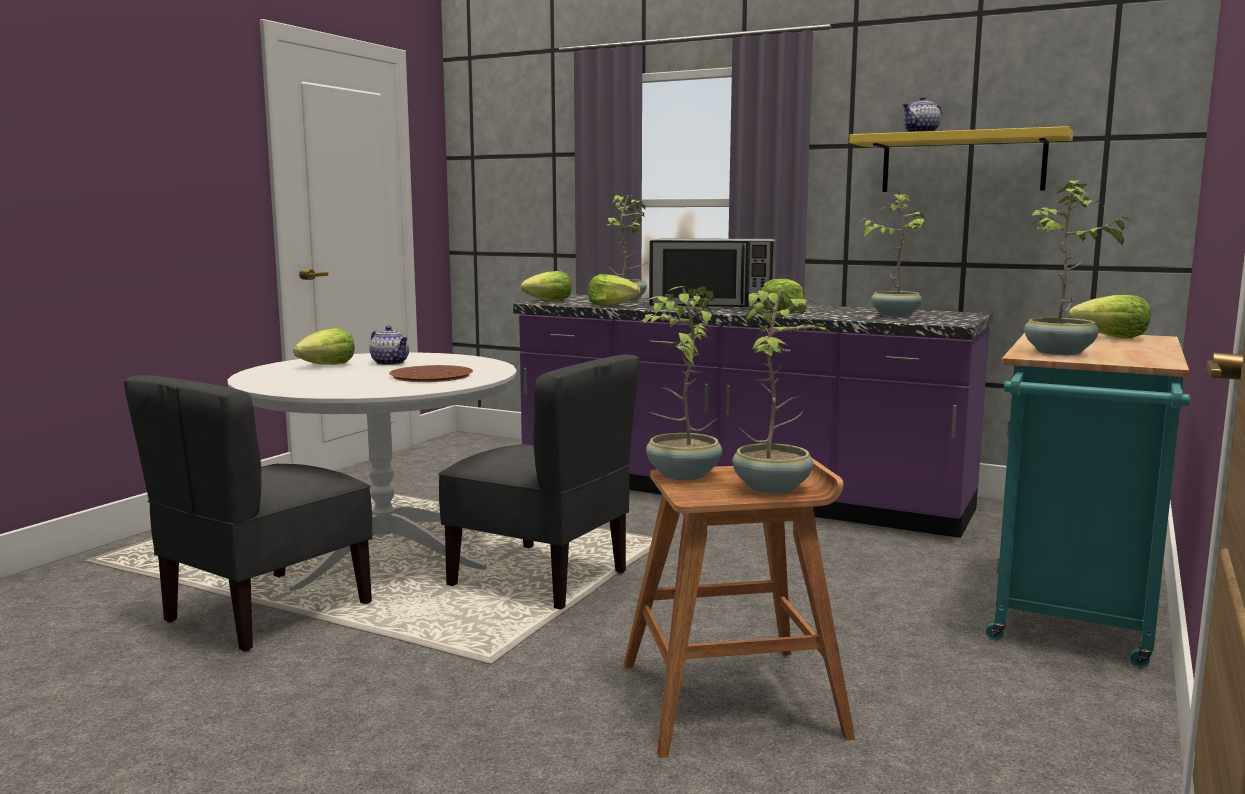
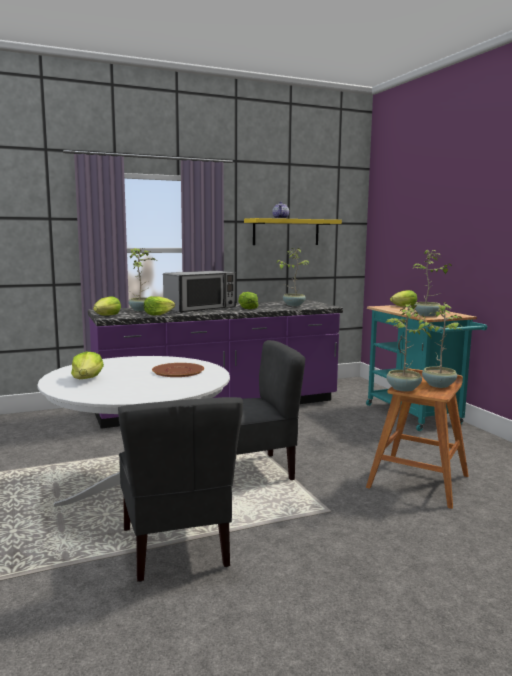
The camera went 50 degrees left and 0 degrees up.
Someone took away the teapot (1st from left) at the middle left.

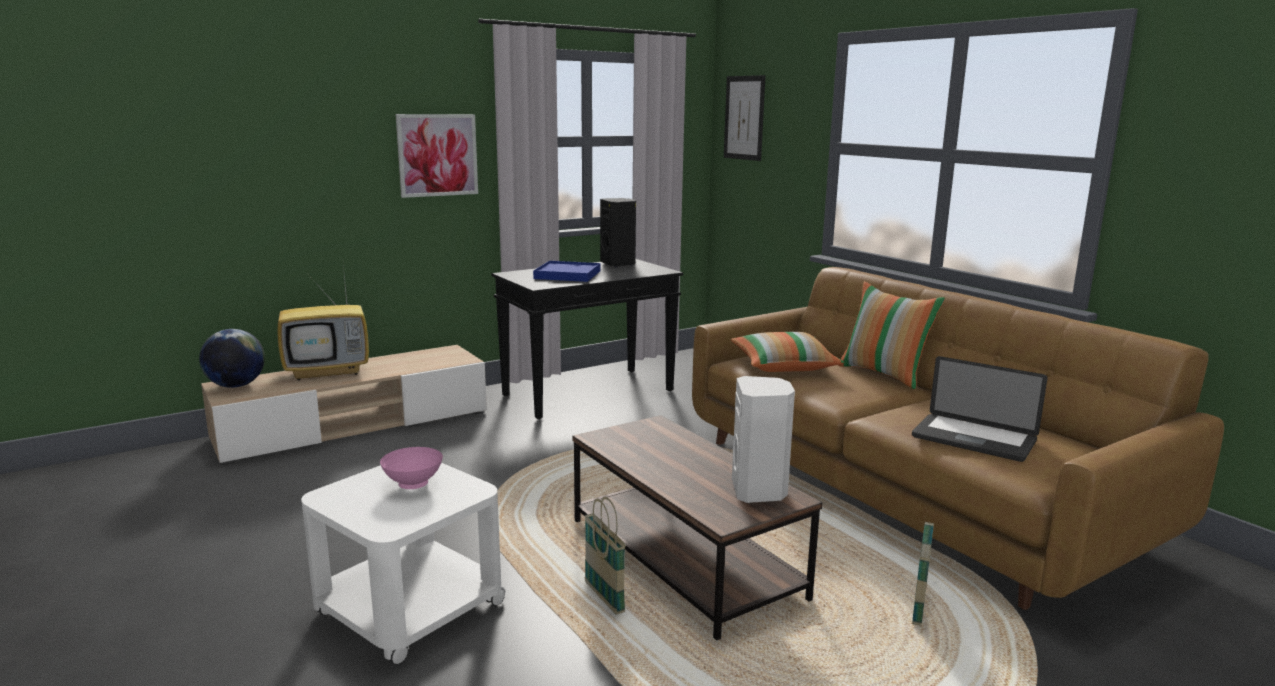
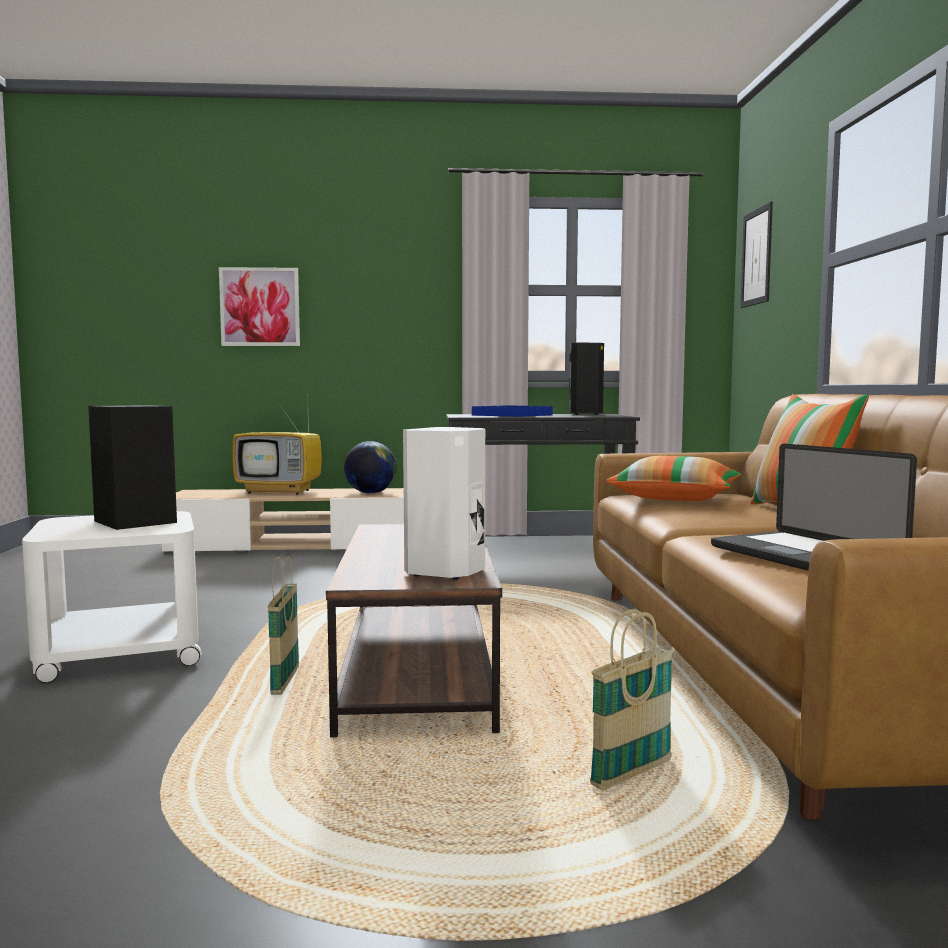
The camera went 30 degrees right and 10 degrees down.
Someone carried the picture (1st from left) from the top centre to the top left.
Someone carried the world globe from the middle left to the centre.
Someone swapped the pinkish bowl at the bottom left for the black-coloured audio speaker (1st from left) at the middle left.

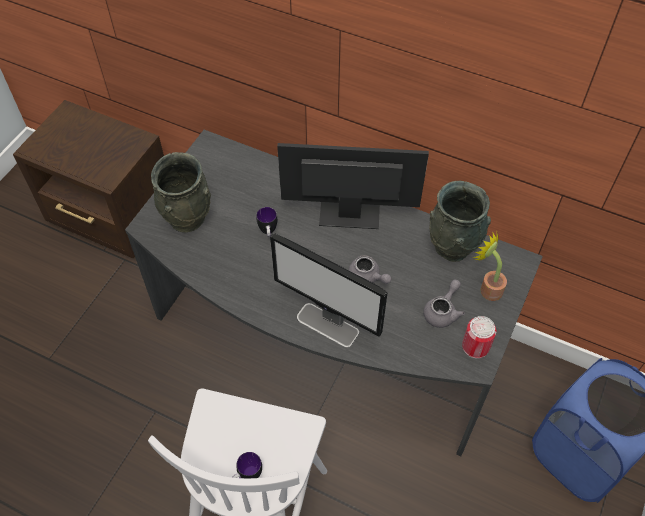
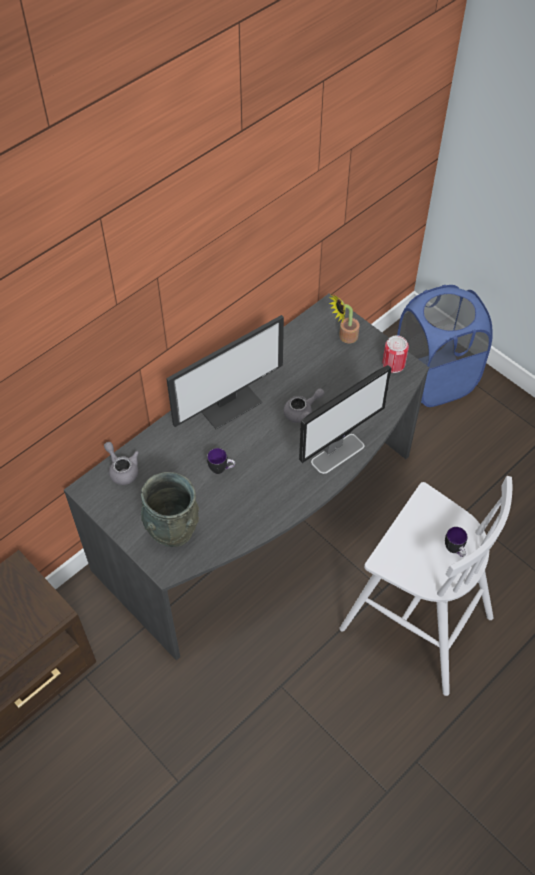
The camera went 70 degrees left and 0 degrees up.
Someone rotated the computer screen (2nd from left in the first image) at the centre by 150 degrees counterclockwise.
Someone took away the grey vase (2nd from left) at the middle right.
Someone carried the grey teapot (2nd from left in the first image) from the middle right to the middle left.

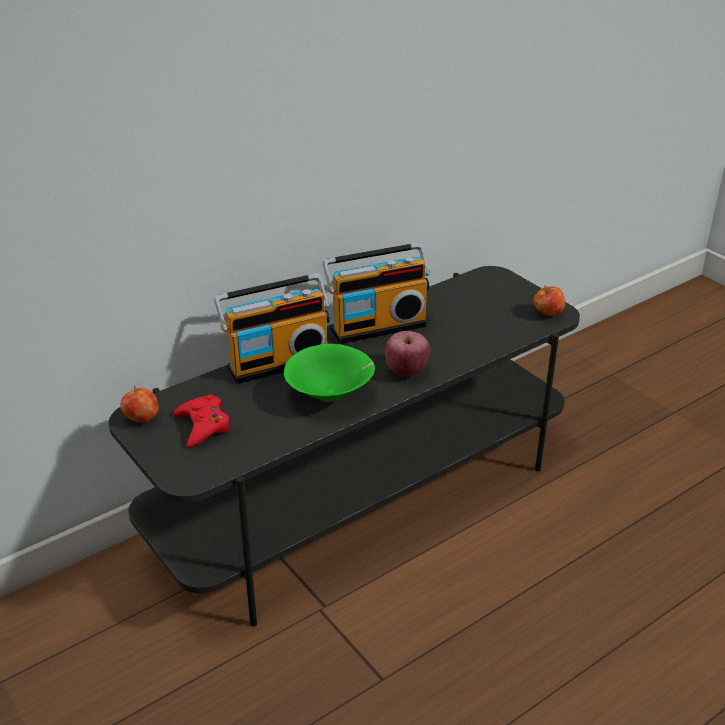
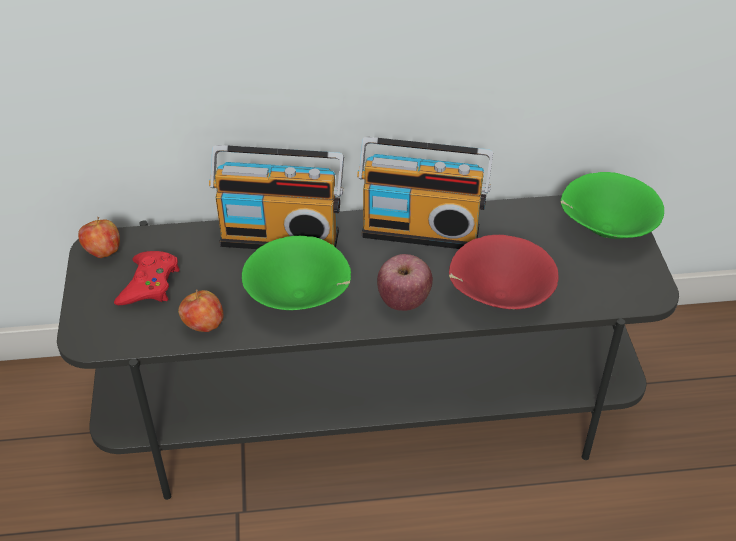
The camera went 30 degrees right and 10 degrees up.
Someone carried the apple (3rd from left in the first image) from the middle right to the middle left.
Someone put down the green bowl (2nd from left) at the middle right.
Someone put down the red-coloured bowl at the middle right.

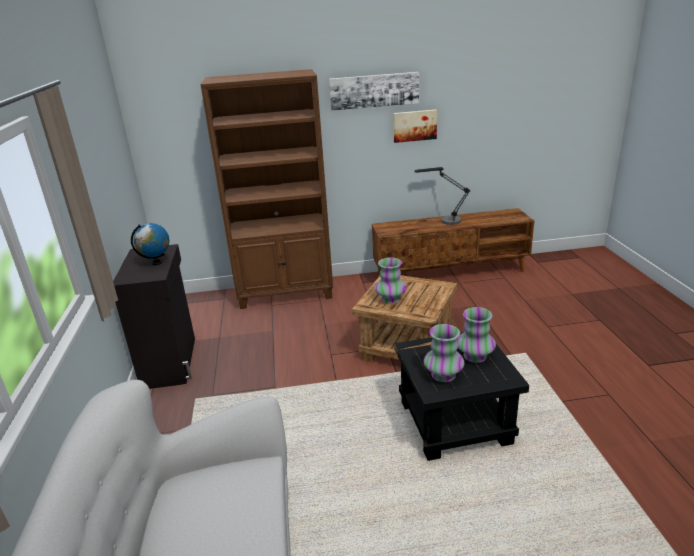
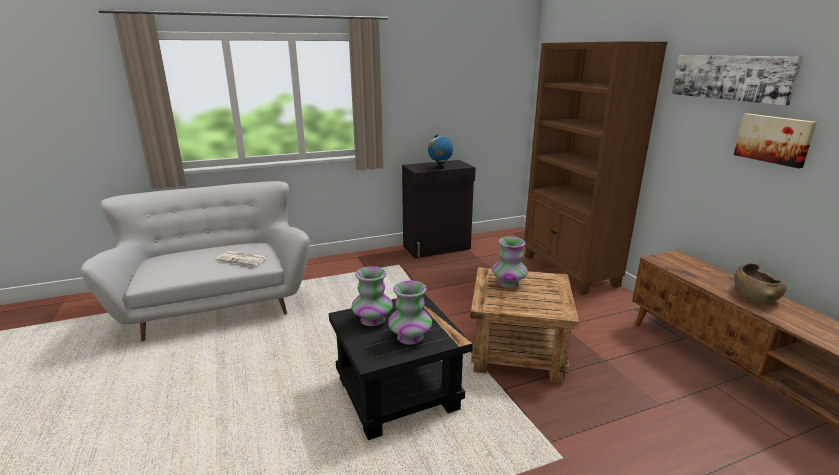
The camera went 75 degrees right and 5 degrees down.
Someone swapped the tabletop lamp at the centre for the brownish bowl at the middle right.
Someone put down the printed paper at the middle left.

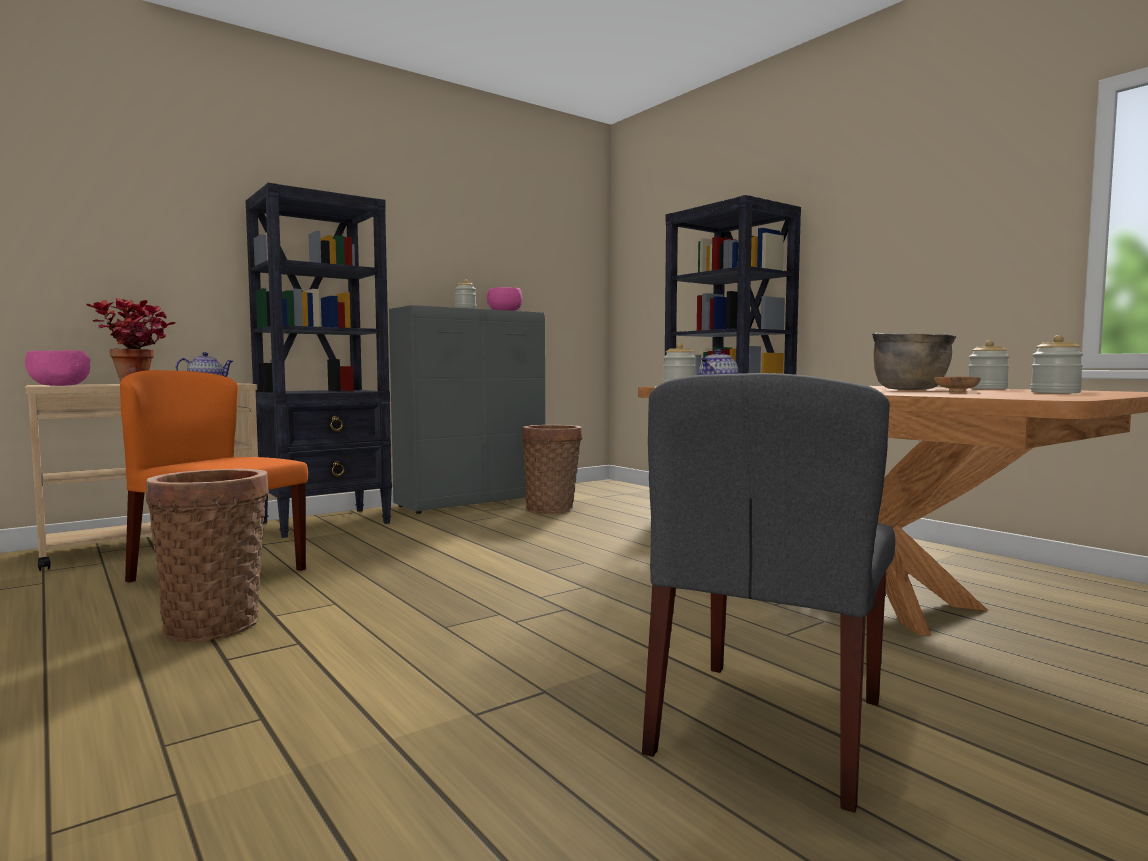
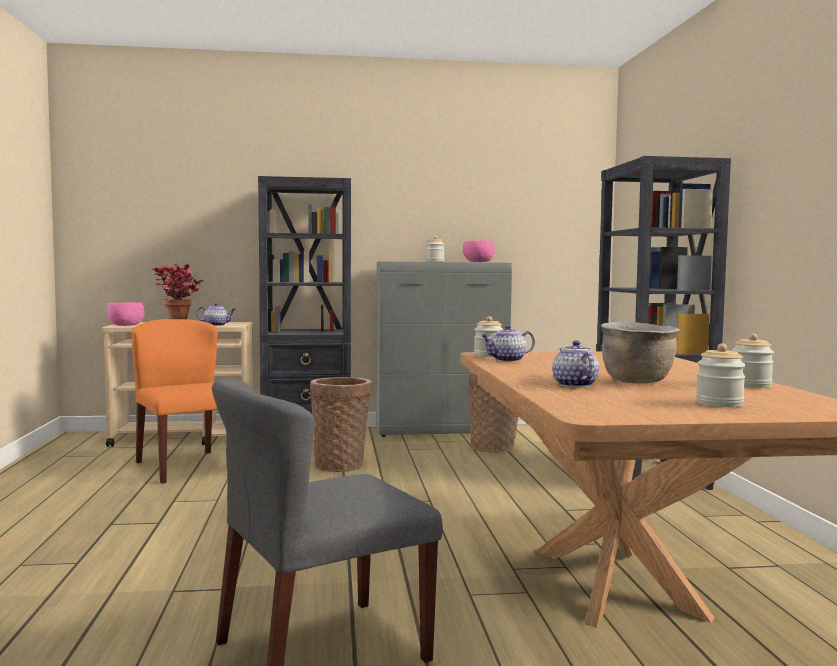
The camera went 30 degrees right and 0 degrees up.
Someone took away the brownish bowl at the middle right.
Someone carried the storage basket (1st from left) from the middle left to the centre.
Someone put down the teapot (3rd from left) at the middle right.

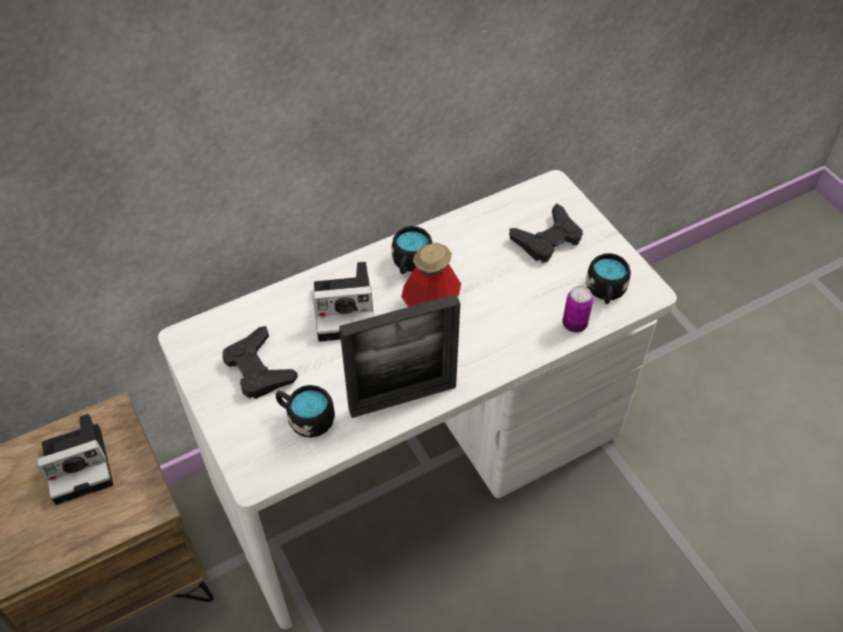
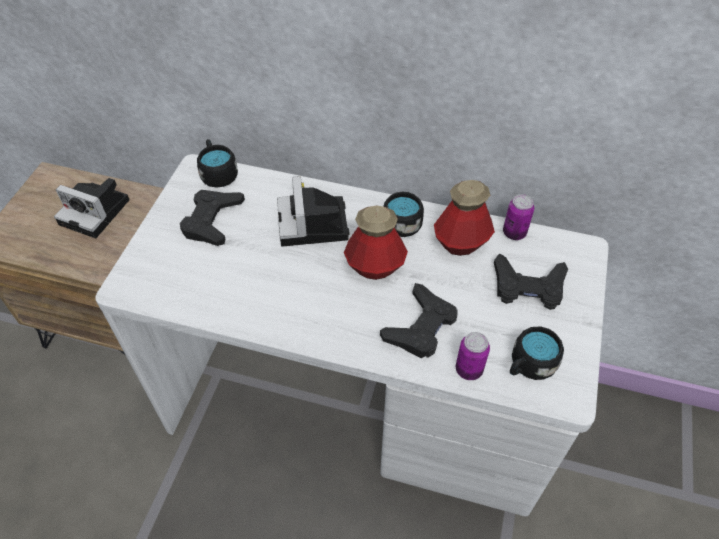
The camera went 45 degrees right and 0 degrees up.
Someone rotated the photo camera (2nd from left) at the centre by 45 degrees clockwise.
Someone took away the photo frame at the centre.
Someone carried the black-coloured coffee mug (1st from left) from the centre to the top left.
Someone put down the bottle (2nd from left) at the centre.
Someone put down the can (2nd from left) at the middle right.
Someone put down the black-coloured game controller (2nd from left) at the centre.

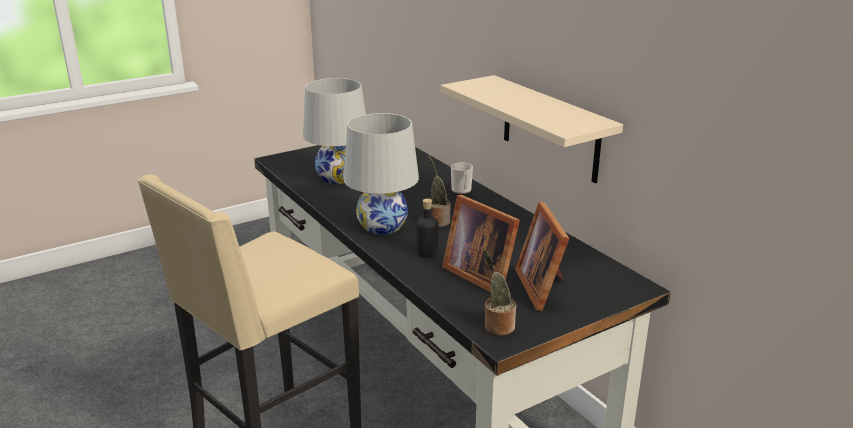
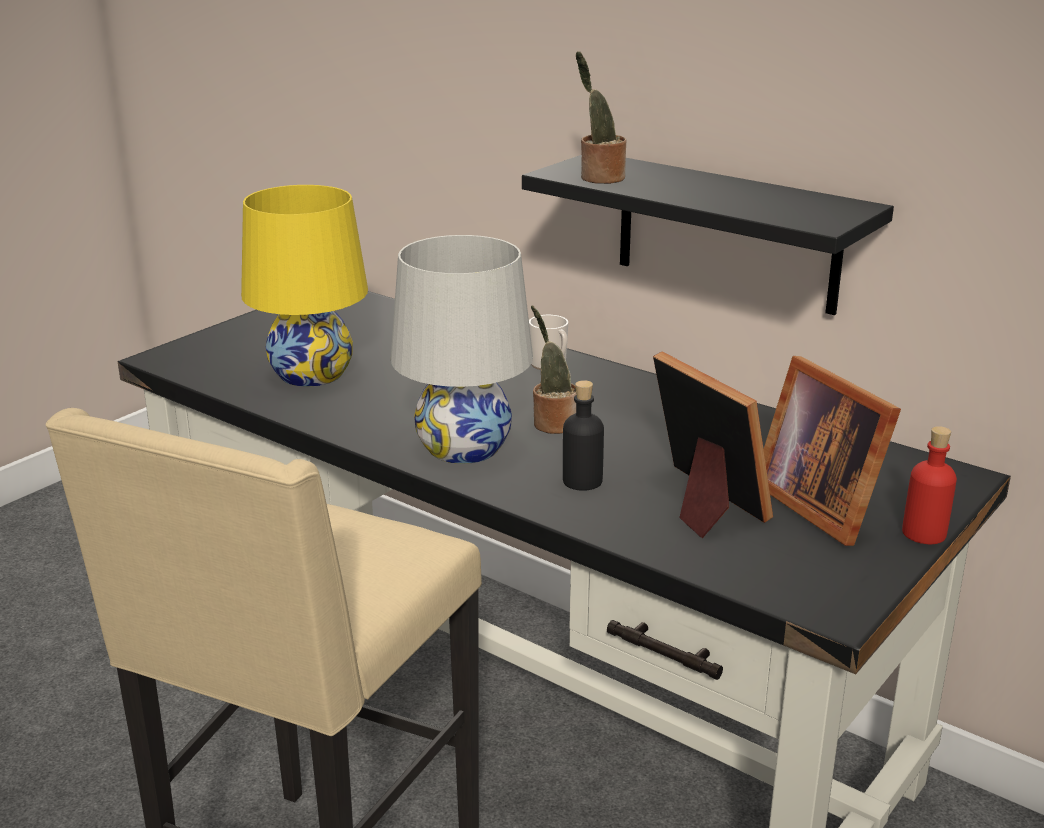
The camera went 20 degrees left and 0 degrees up.
Someone repainted the beige wall shelf at the top centre, which became the black-coloured wall shelf at the top right.
Someone repainted the white-coloured tabletop lamp (1st from left) at the top centre, which became the yellow tabletop lamp at the middle left.
Someone rotated the photo frame (1st from left) at the centre by 150 degrees counterclockwise.
Someone carried the potted plant (2nd from left) from the bottom centre to the top centre.
Someone put down the red-coloured bottle at the middle right.

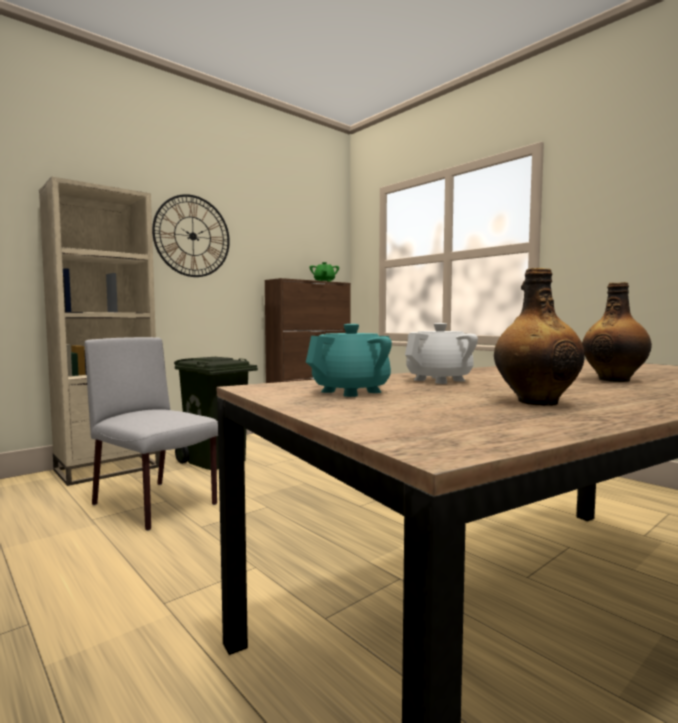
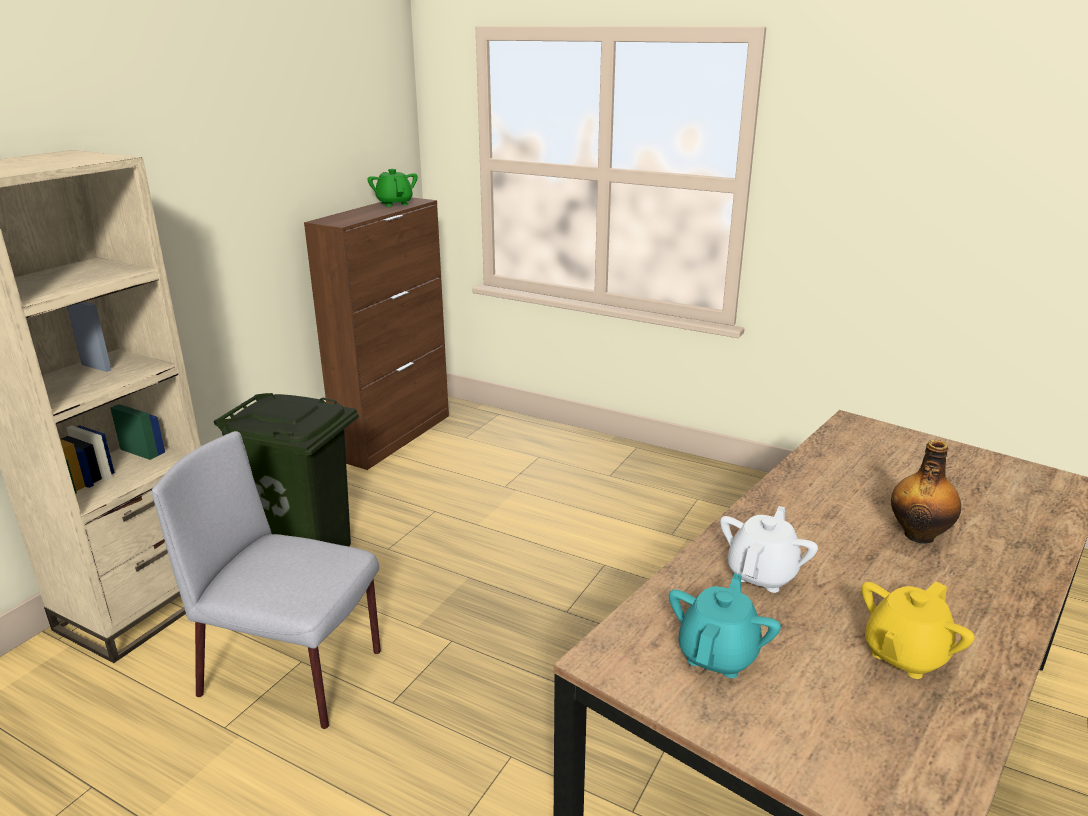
The camera went 20 degrees left and 20 degrees up.
Someone took away the clock on the wall at the top left.
Someone swapped the bottle (1st from left) at the middle right for the yellow teapot at the bottom right.

